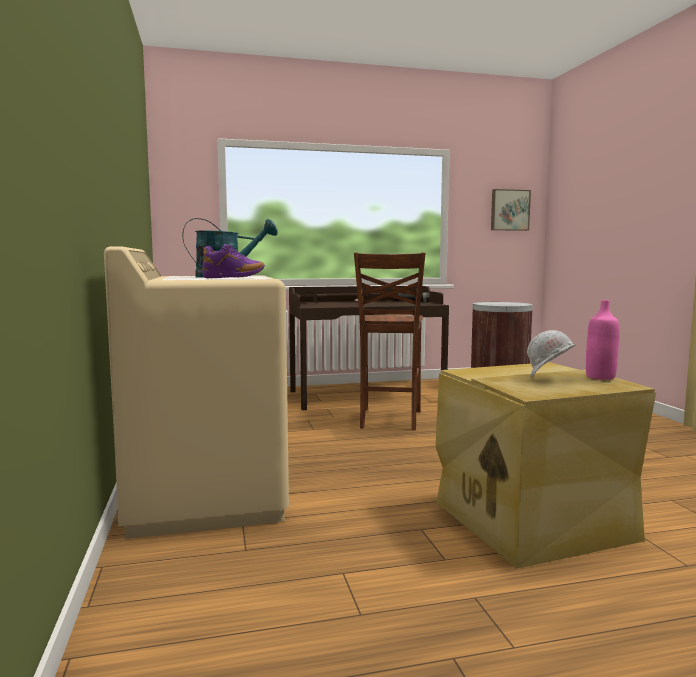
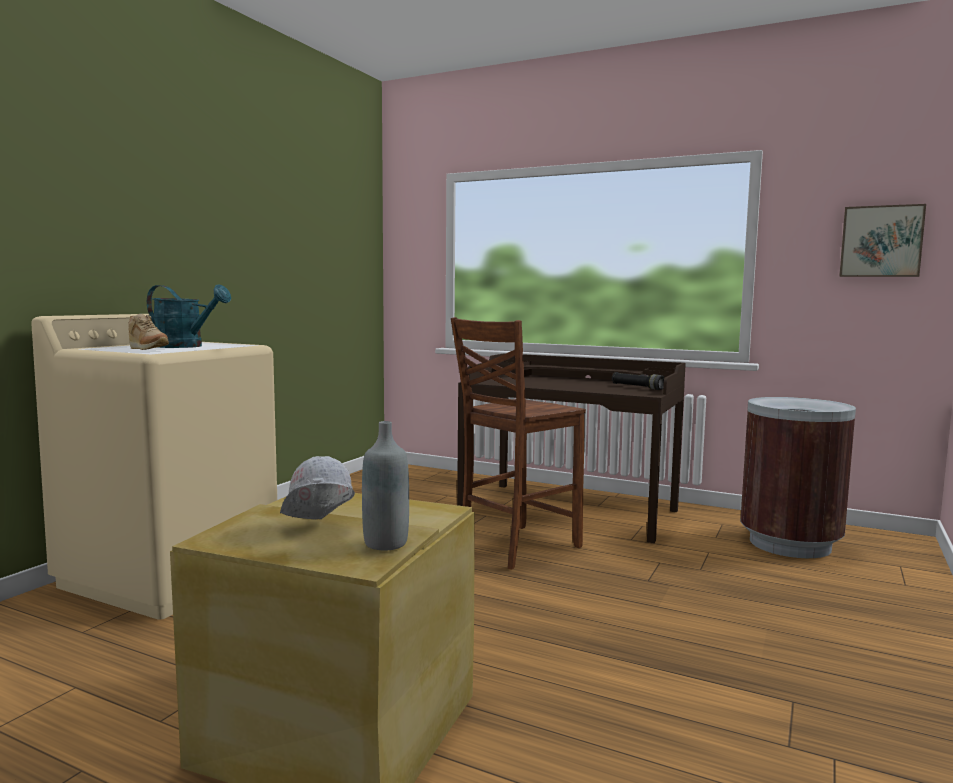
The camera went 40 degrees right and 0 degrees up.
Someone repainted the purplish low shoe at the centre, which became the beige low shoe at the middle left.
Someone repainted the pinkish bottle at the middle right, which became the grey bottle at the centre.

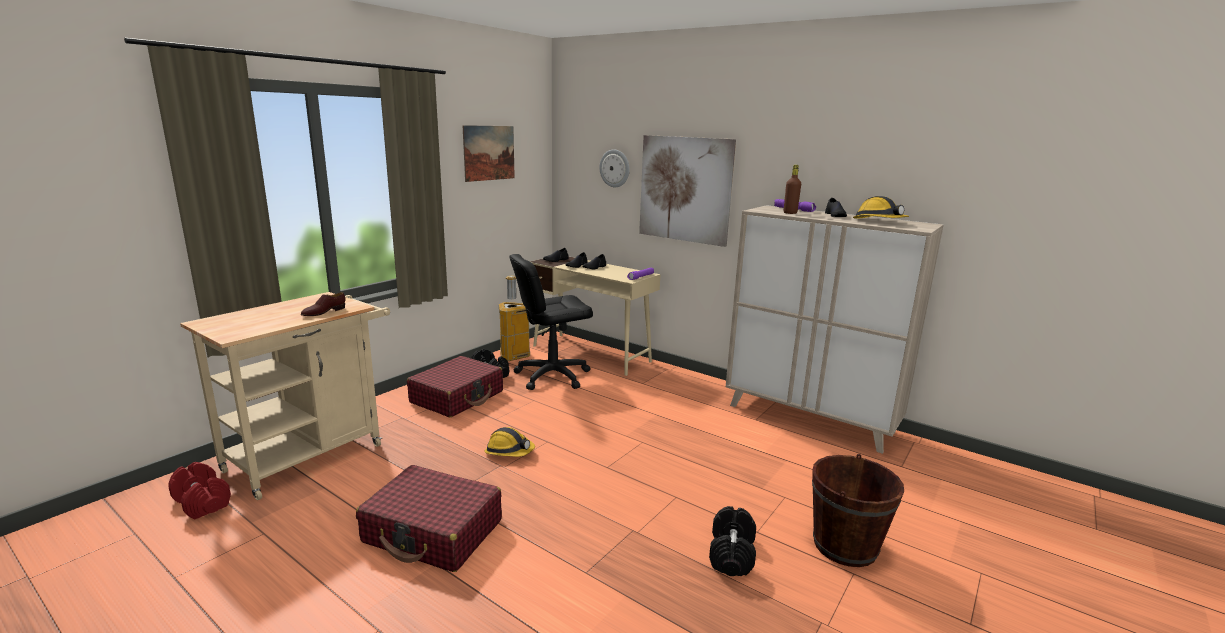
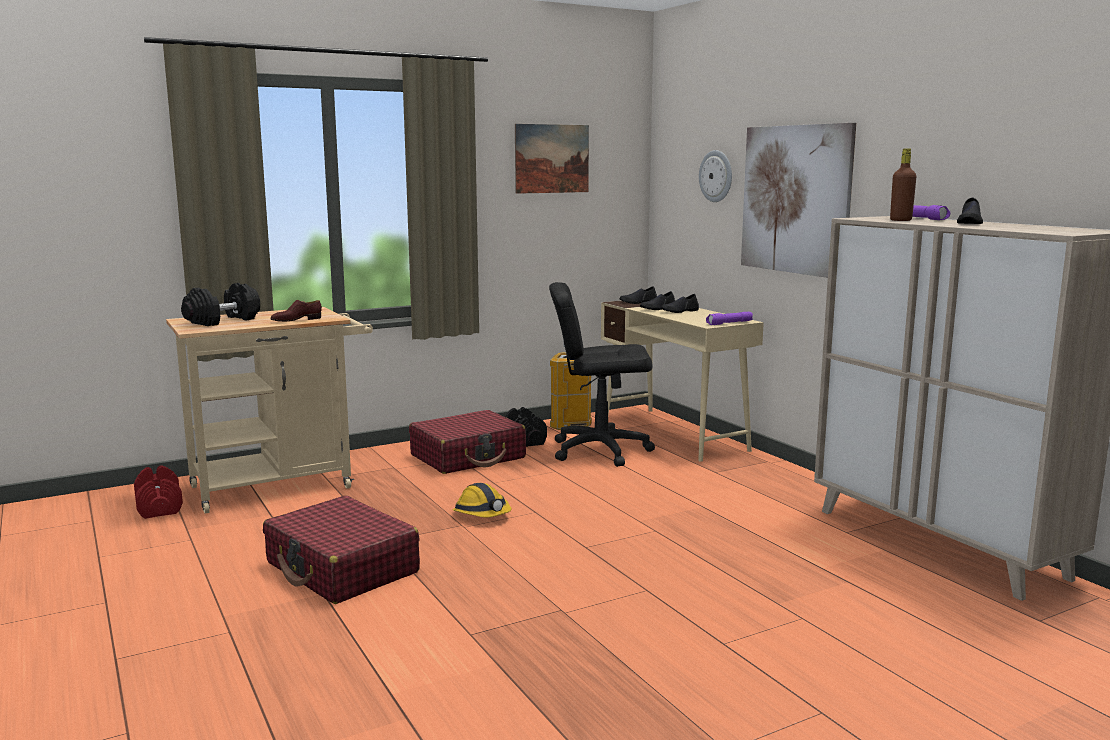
The camera went 25 degrees right and 5 degrees down.
Someone took away the safety helmet (2nd from left) at the top right.
Someone took away the brownish pail at the bottom right.
Someone carried the black-coloured free weight (2nd from left in the first image) from the bottom centre to the middle left.

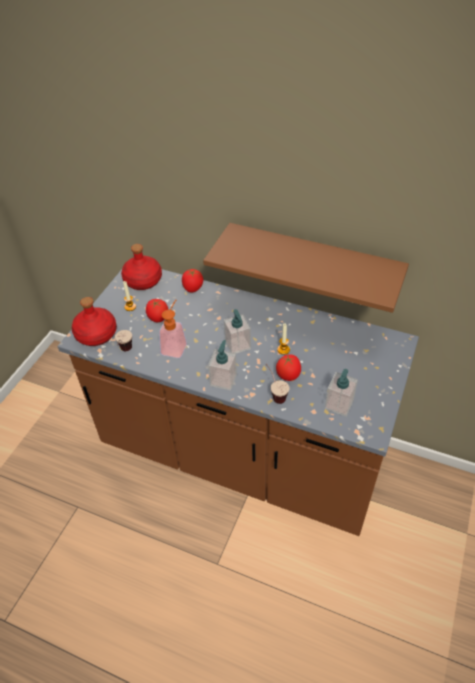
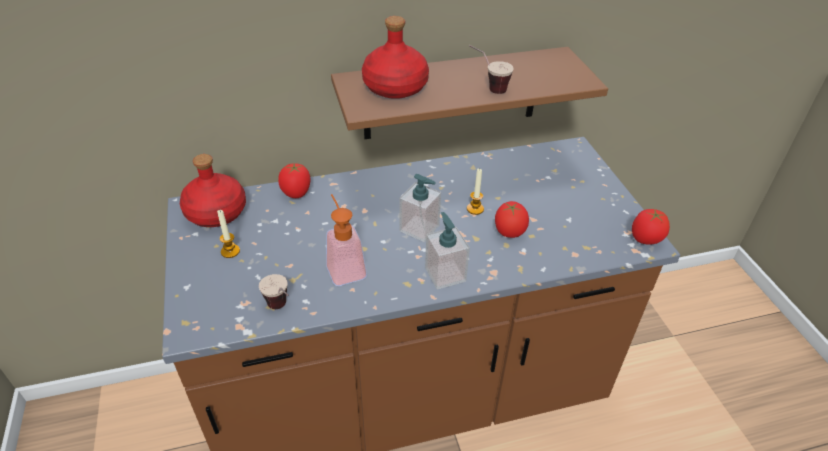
The camera went 40 degrees left and 5 degrees down.
Someone carried the red-coloured bottle (1st from left in the first image) from the middle left to the top centre.
Someone carried the tomato (1st from left in the first image) from the middle left to the middle right.
Someone carried the cup (2nd from left) from the centre to the top centre.
Someone took away the liquid soap bottle (4th from left) at the middle right.

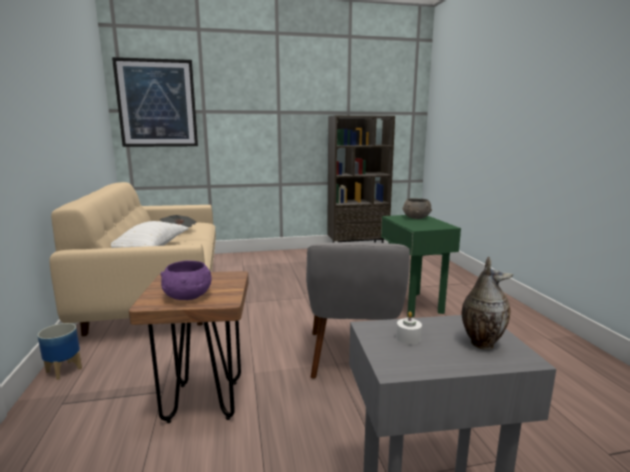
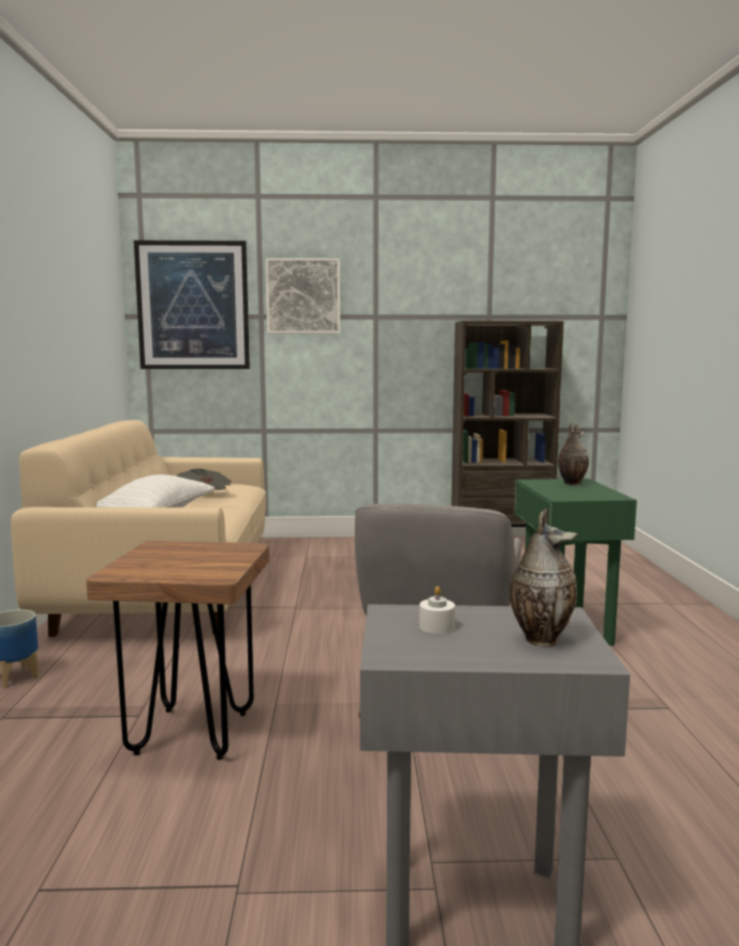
The camera went 10 degrees right and 5 degrees down.
Someone swapped the grey bowl at the centre for the vase (2nd from left) at the middle right.
Someone took away the purplish bowl at the middle left.
Someone put up the picture (2nd from left) at the top centre.

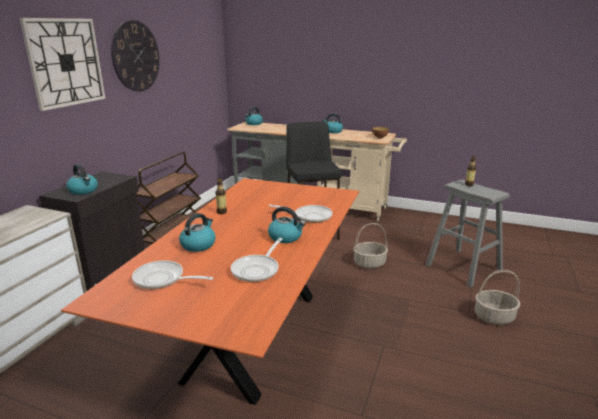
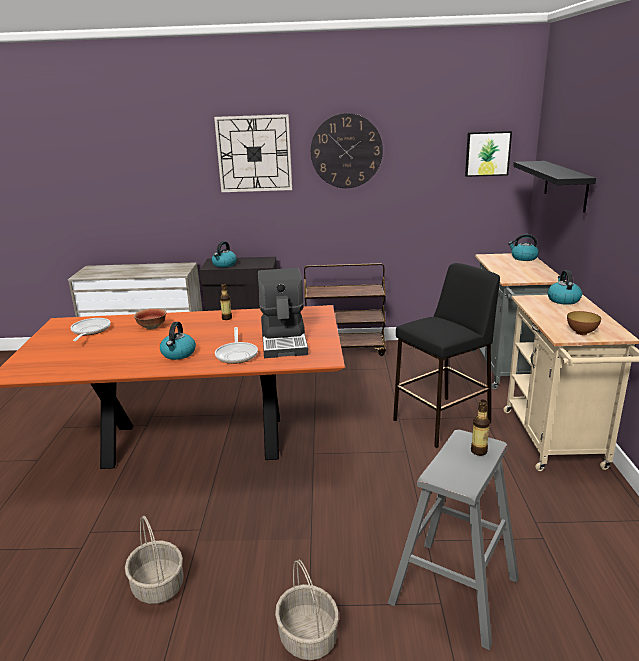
The camera went 70 degrees right and 0 degrees up.
Someone swapped the tea kettle (2nd from left) at the middle left for the bowl (1st from left) at the middle left.
Someone carried the storage basket (1st from left) from the centre to the bottom left.
Someone took away the frying pan (2nd from left) at the centre.
Someone put up the picture at the top right.
Someone put up the black-coloured wall shelf at the top right.
Someone put down the coffee brewer at the centre.

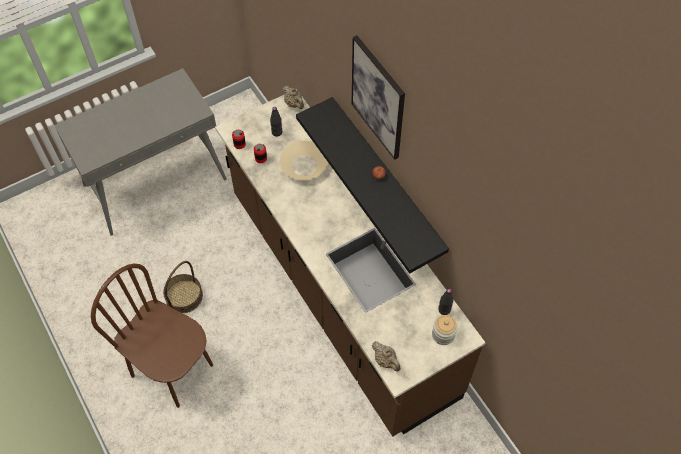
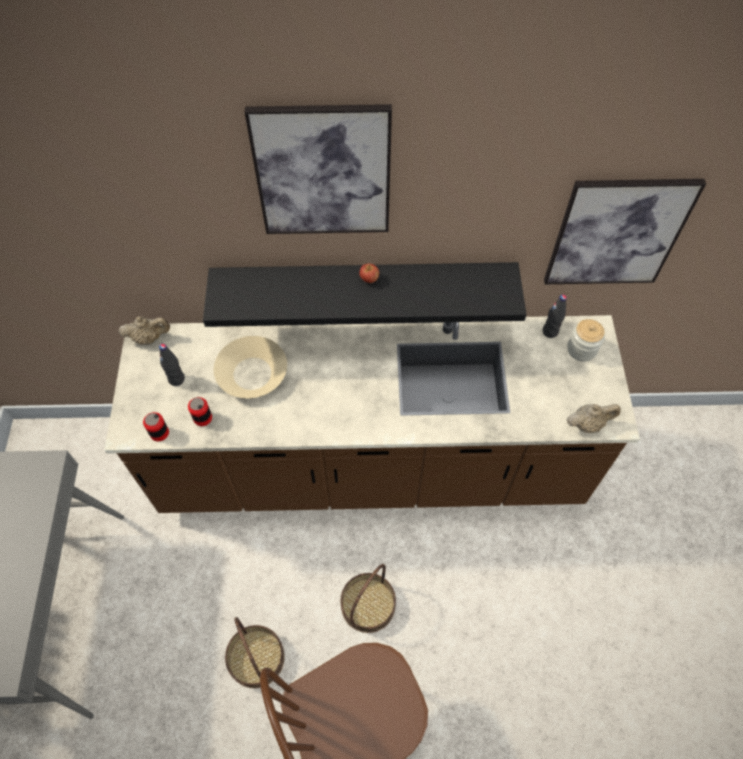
The camera went 60 degrees left and 0 degrees up.
Someone put up the picture (2nd from left) at the top right.
Someone put down the storage basket (2nd from left) at the bottom centre.

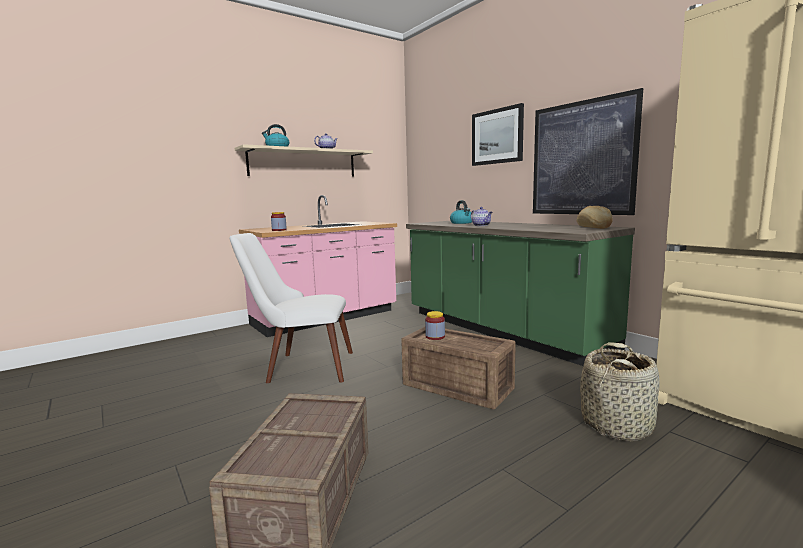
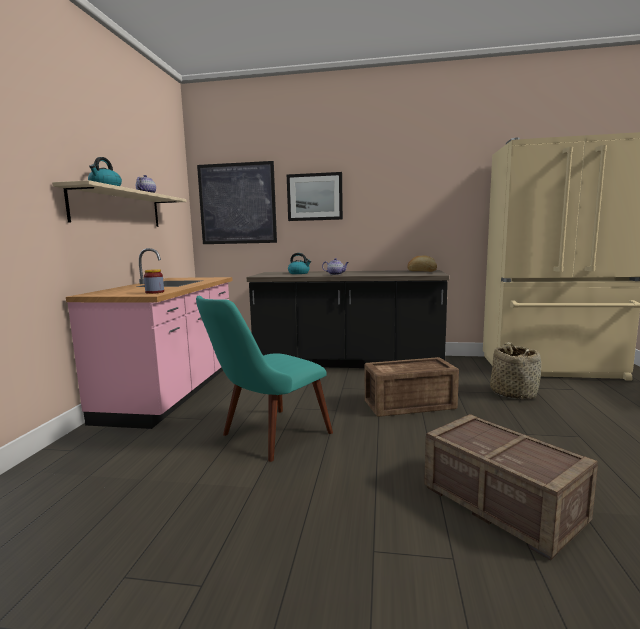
The camera went 45 degrees left and 0 degrees up.
Someone carried the picture (2nd from left in the first image) from the top right to the top centre.
Someone repainted the green kitchen counter at the centre, which became the black-coloured kitchen counter at the centre.
Someone repainted the white-coloured chair at the centre, which became the turquoise chair at the centre.
Someone took away the jar (2nd from left) at the centre.

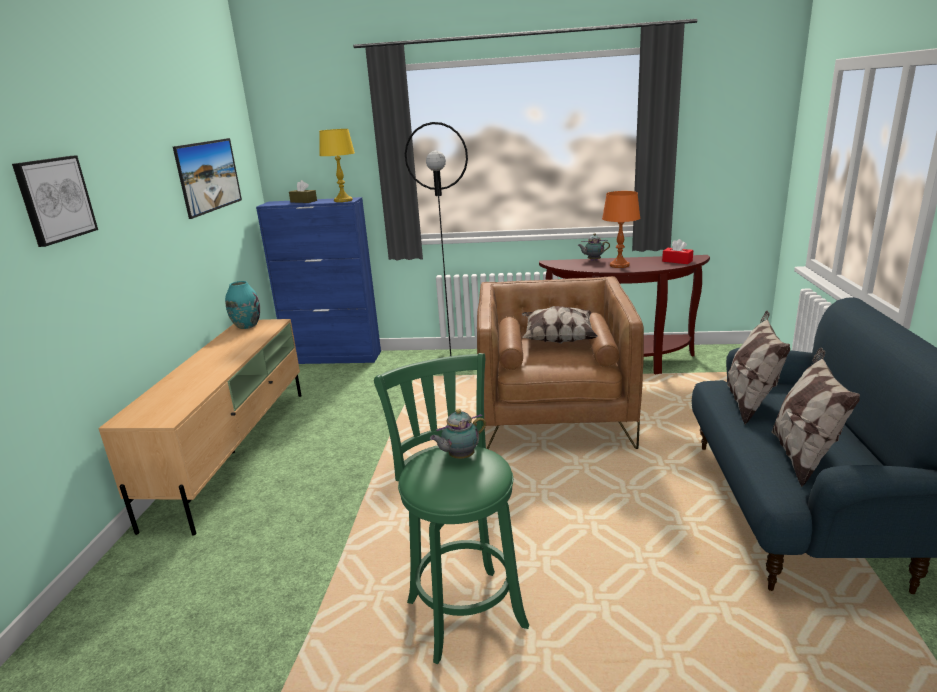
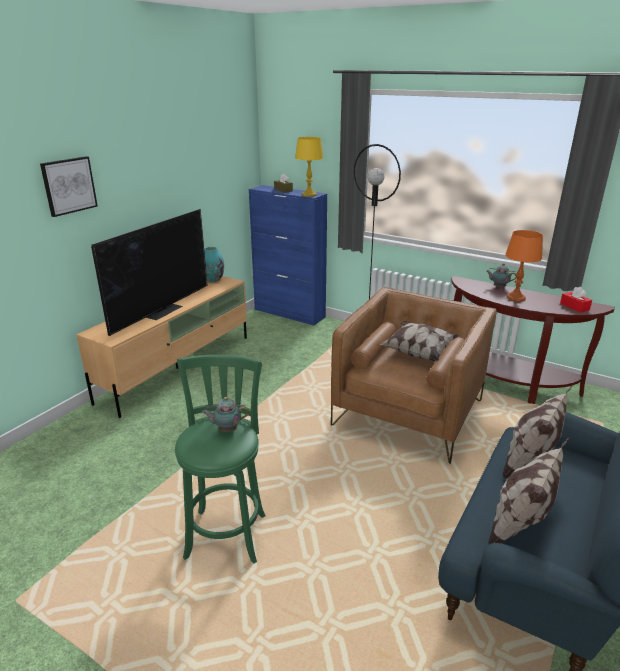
The camera went 25 degrees right and 5 degrees up.
Someone took away the picture (2nd from left) at the top left.
Someone put down the TV set at the middle left.

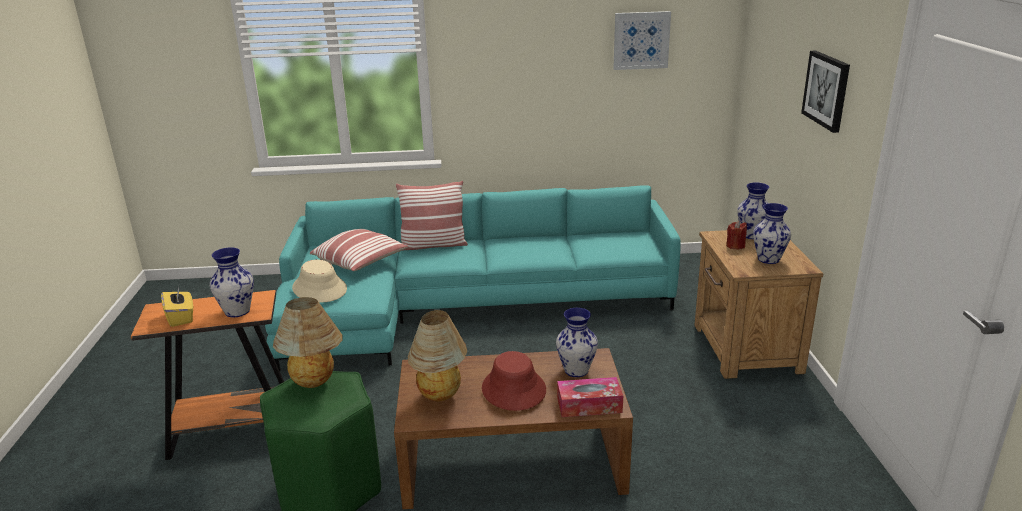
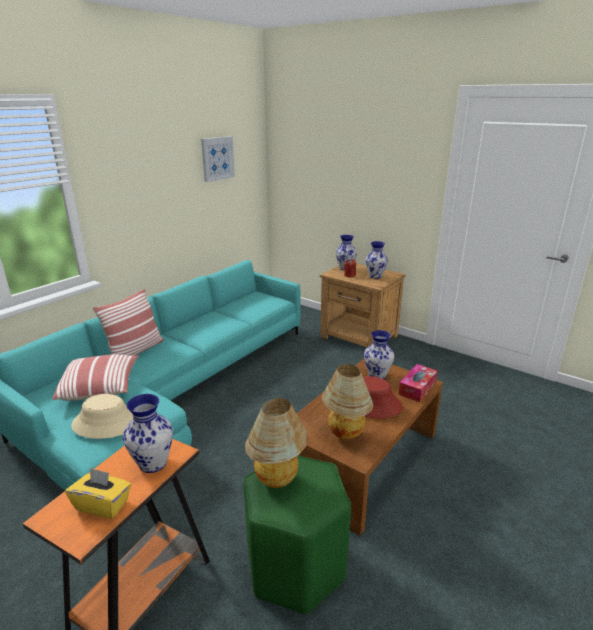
The camera went 50 degrees left and 0 degrees up.
Someone took away the picture (2nd from left) at the top right.

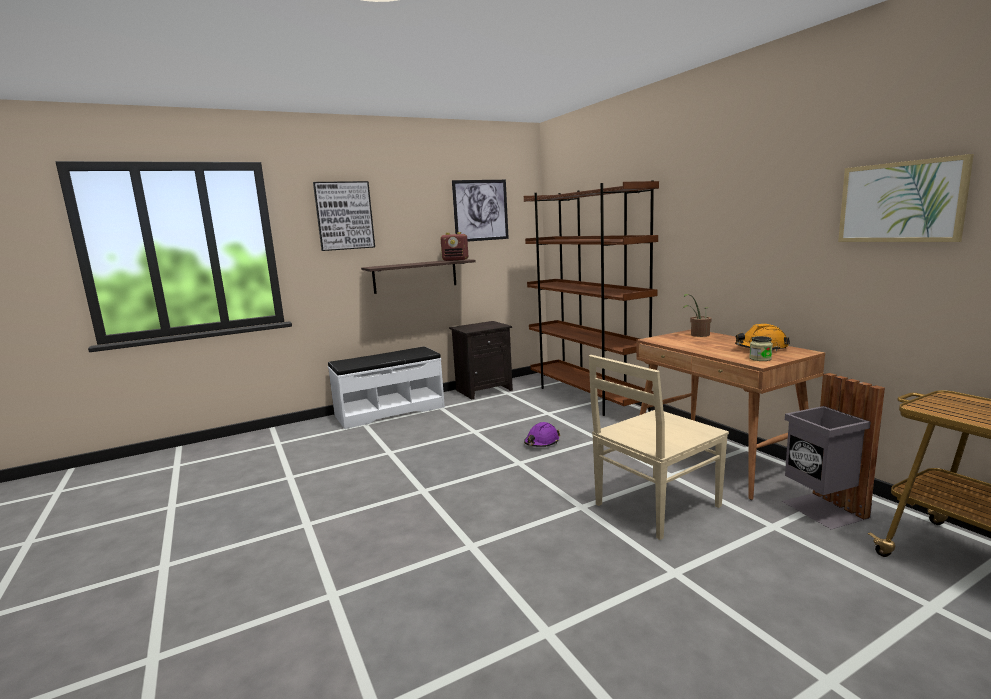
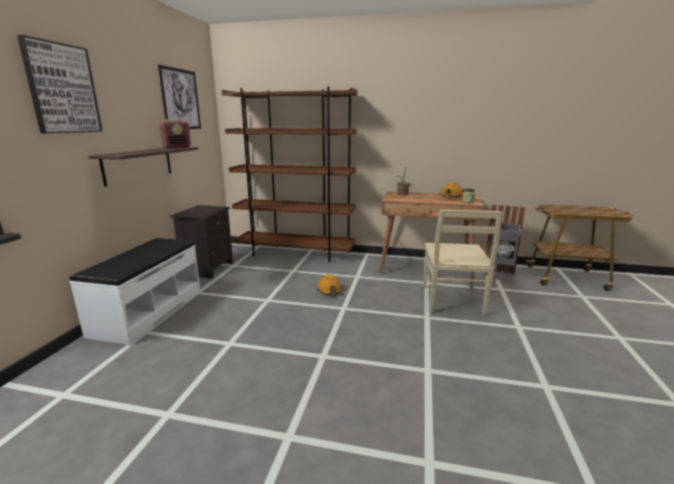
The camera went 50 degrees left and 5 degrees up.
Someone took away the picture (3rd from left) at the top right.
Someone repainted the purplish safety helmet at the centre, which became the orange safety helmet (1st from left) at the centre.

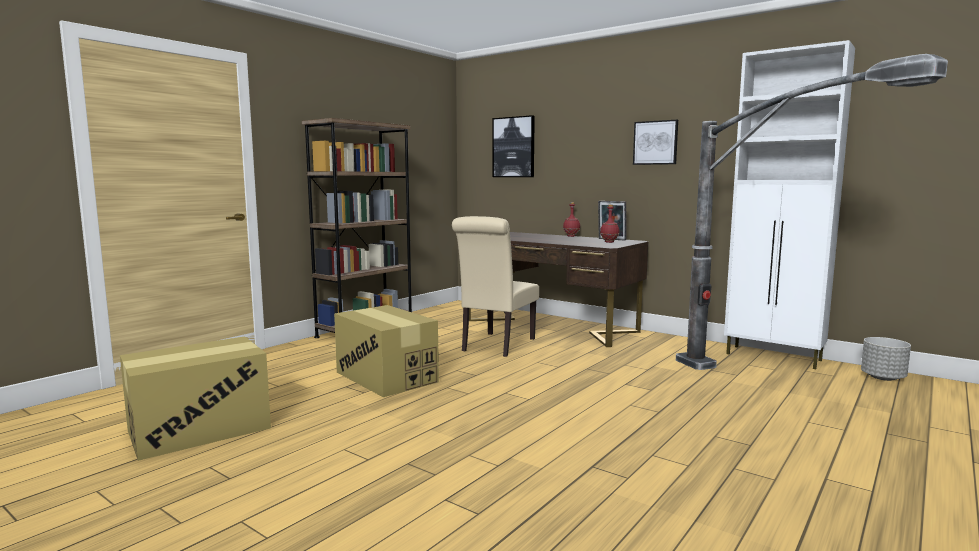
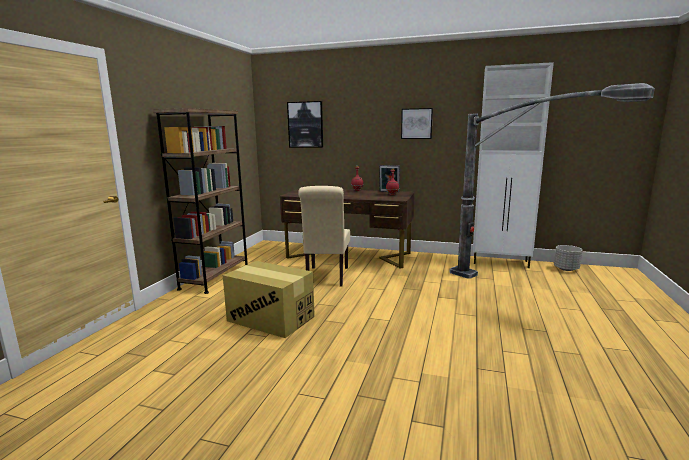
The camera went 20 degrees left and 5 degrees up.
Someone took away the packing box (1st from left) at the bottom left.

